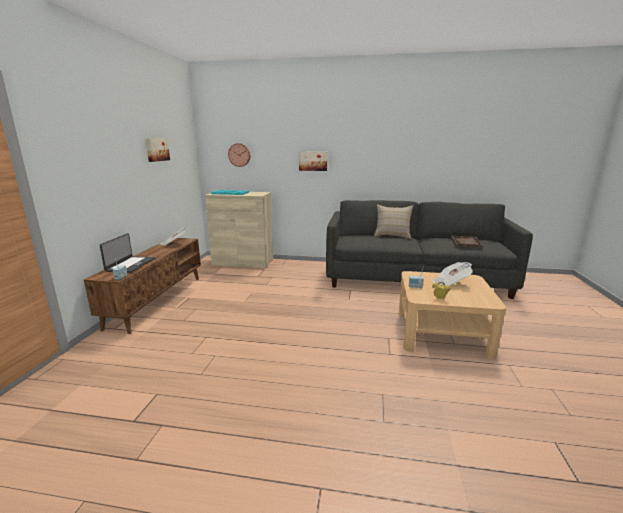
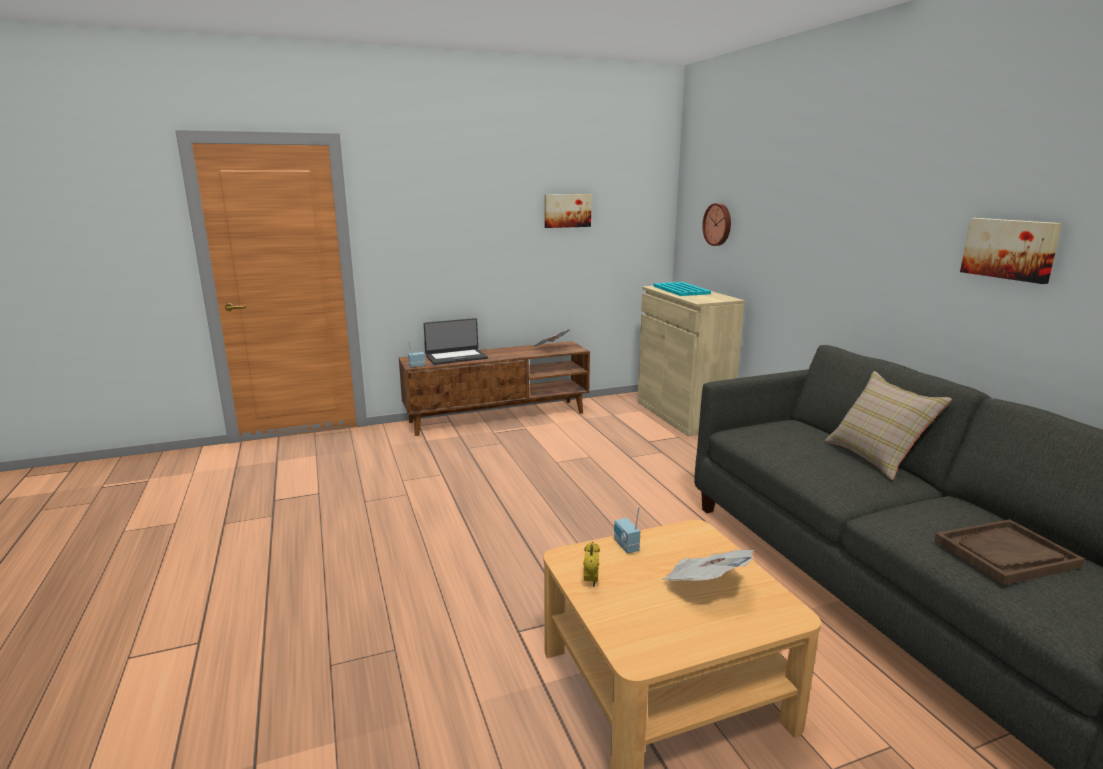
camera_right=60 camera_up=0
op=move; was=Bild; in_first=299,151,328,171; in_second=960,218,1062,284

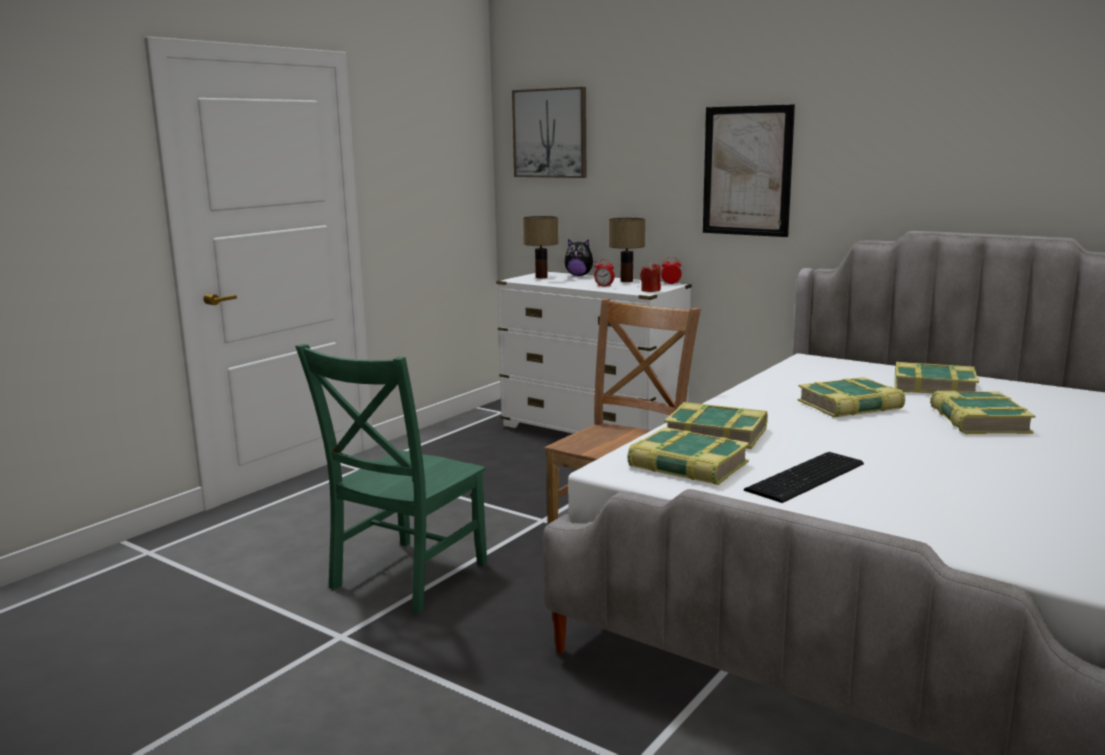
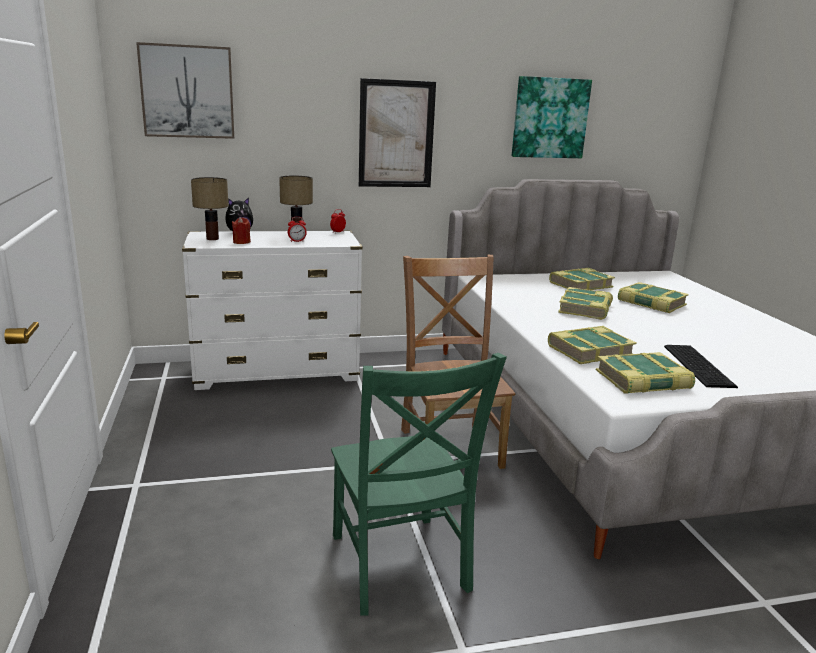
camera_right=-50 camera_up=5
op=move; was=Kerze/rot; in_first=640,263,661,292; in_second=232,217,251,244
op=insert; now=Bild; in_second=512,76,592,158

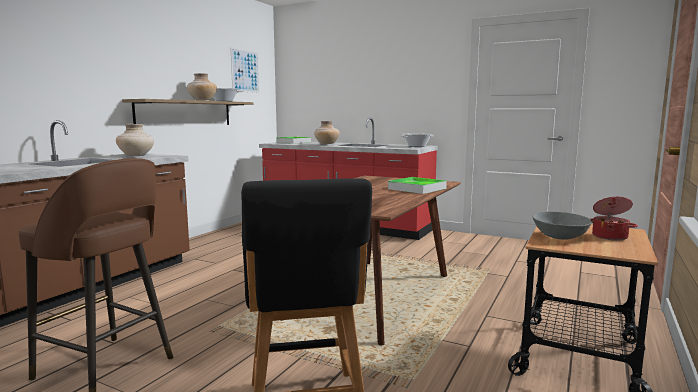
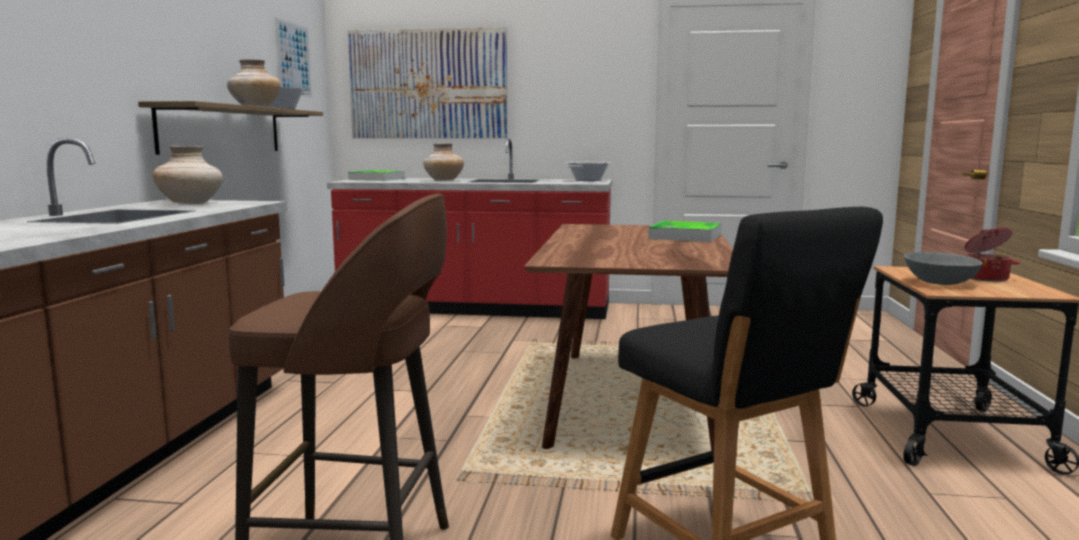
camera_right=-20 camera_up=0
op=insert; now=Bild; in_second=348,27,508,138

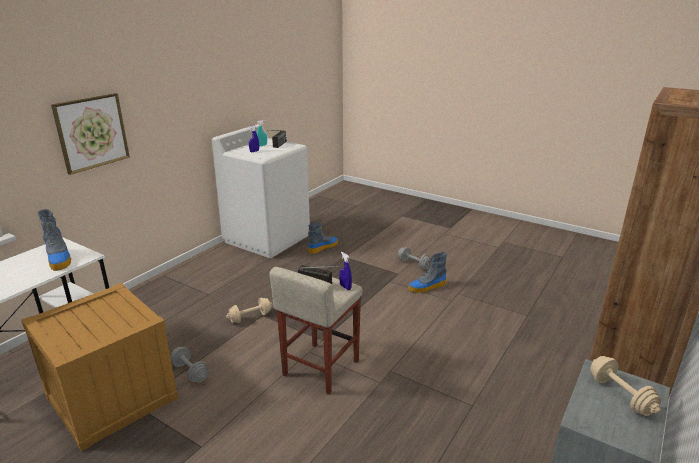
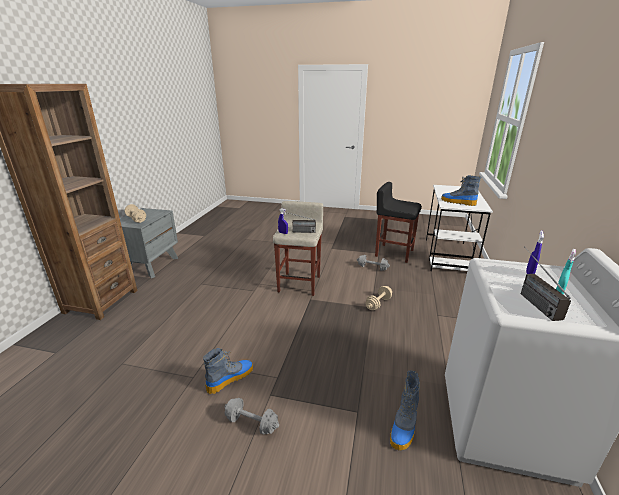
camera_right=160 camera_up=0
op=replace; was=Kiste; now=Hocker/schwarz; in_first=21,283,179,452; in_second=375,182,422,263
op=delete; was=Bild; in_first=51,93,130,175

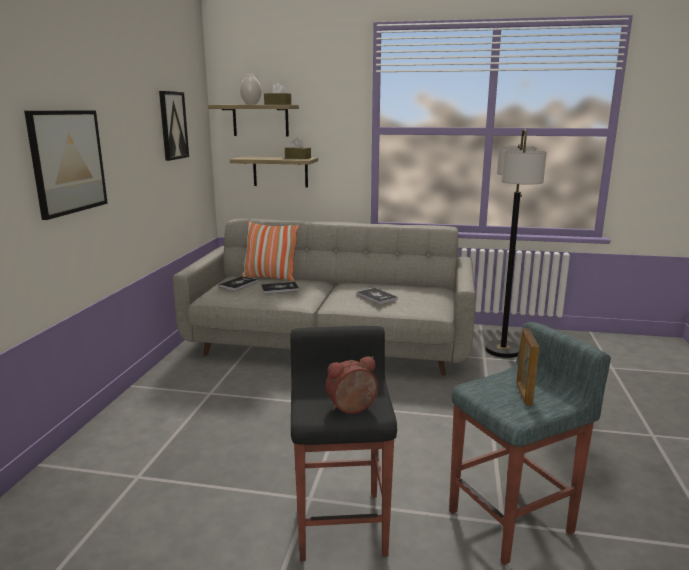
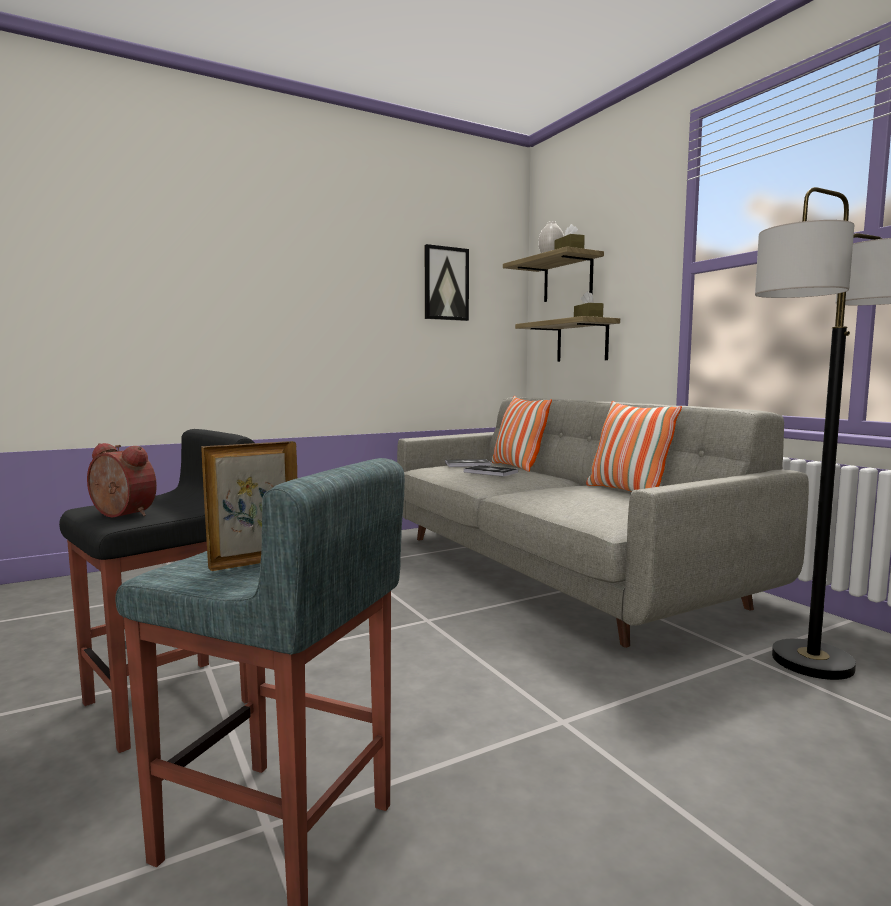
camera_right=50 camera_up=-10
op=delete; was=Bild; in_first=24,110,108,220
op=delete; was=Buch; in_first=356,288,398,304
op=insert; now=Kissen; in_second=586,401,682,492

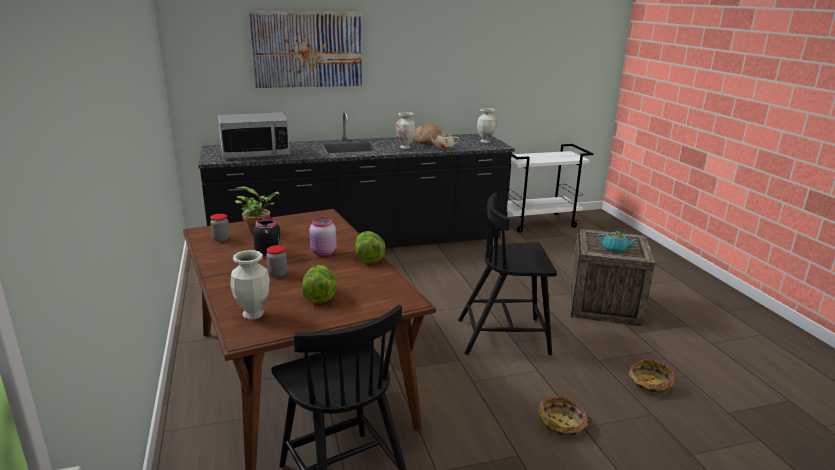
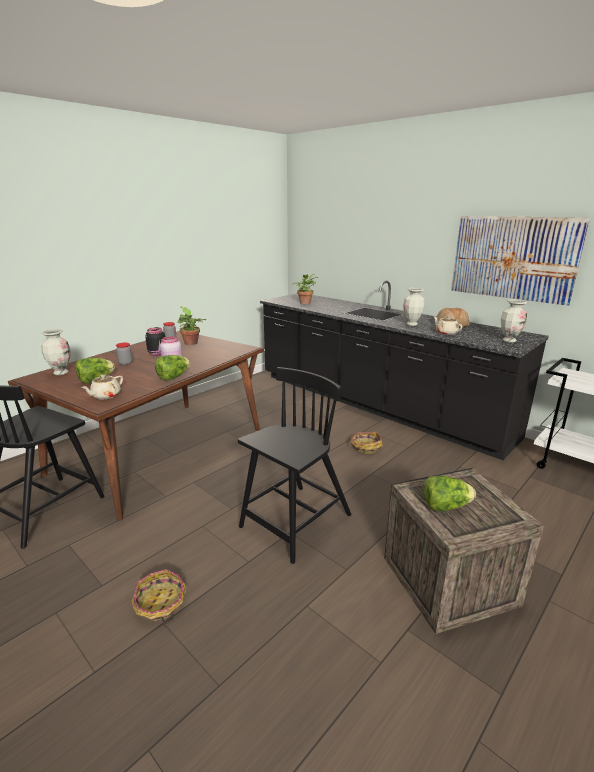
camera_right=60 camera_up=0
op=replace; was=Mikrowelle; now=Topfpflanze; in_first=218,113,290,159; in_second=293,274,318,304
op=move; was=Bild; in_first=249,11,362,88; in_second=451,216,590,306
op=rotate; was=Stuhl/schwarz; in_first=458,193,557,355; in_second=238,367,351,564; clockwise=75
op=replace; was=Teekanne/türkis; now=Salatkopf; in_first=597,231,639,252; in_second=424,475,476,511
op=move; was=Korb; in_first=629,358,674,395; in_second=347,432,383,454
op=insert; now=Teekanne/beige; in_second=81,374,123,399

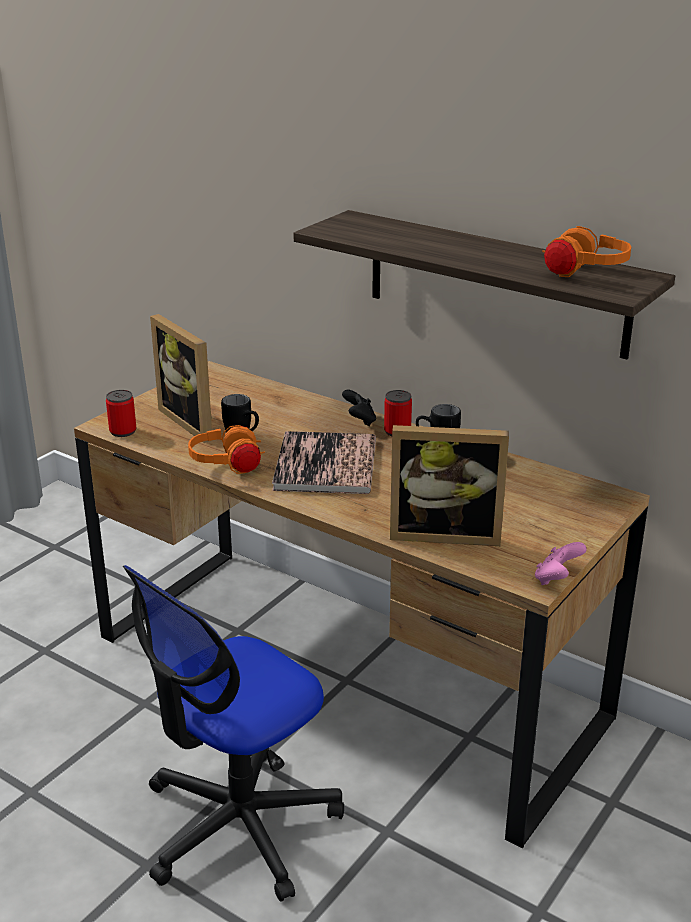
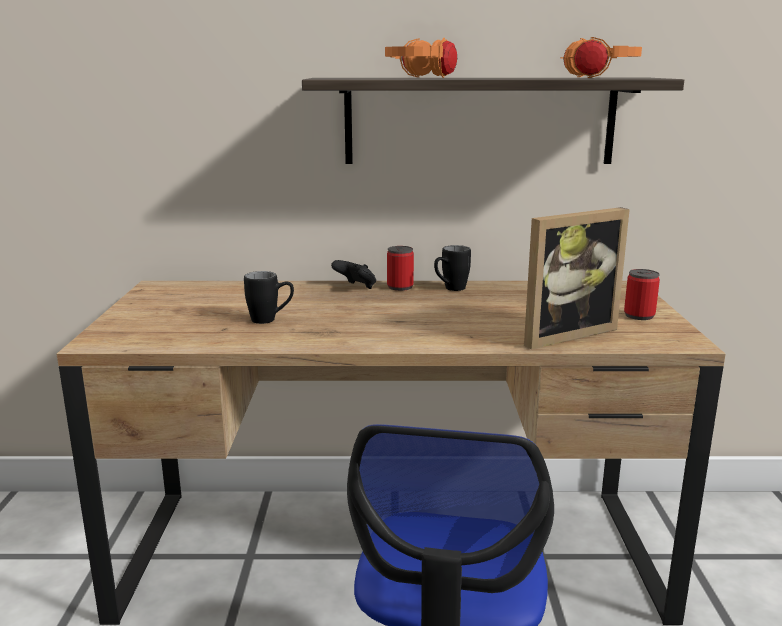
camera_right=-35 camera_up=-10
op=move; was=Dose; in_first=106,390,136,437; in_second=624,269,660,320
op=delete; was=Bilderrahmen; in_first=150,314,213,443
op=move; was=Kopfhörer/orange; in_first=188,425,265,474; in_second=385,38,457,78
op=delete; was=Buch; in_first=272,431,376,494
op=delete; was=Gamepad/rosa; in_first=535,542,587,585

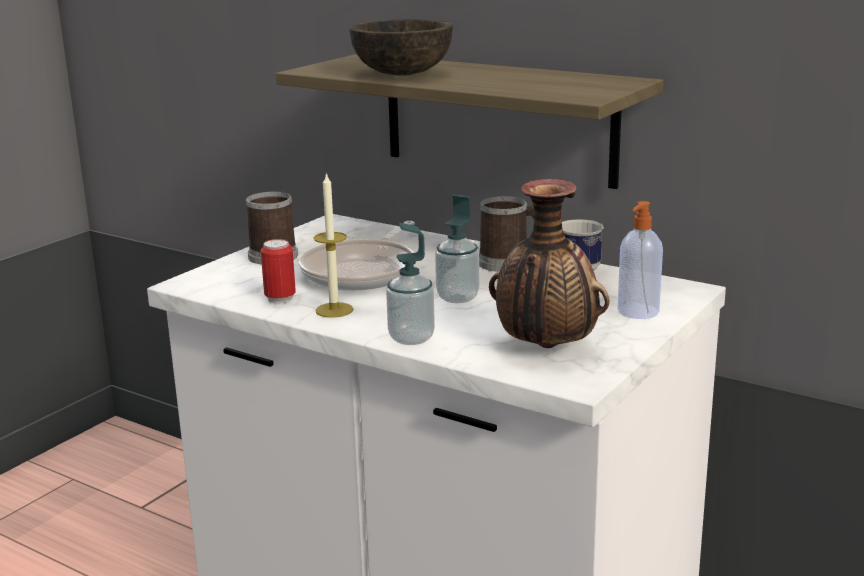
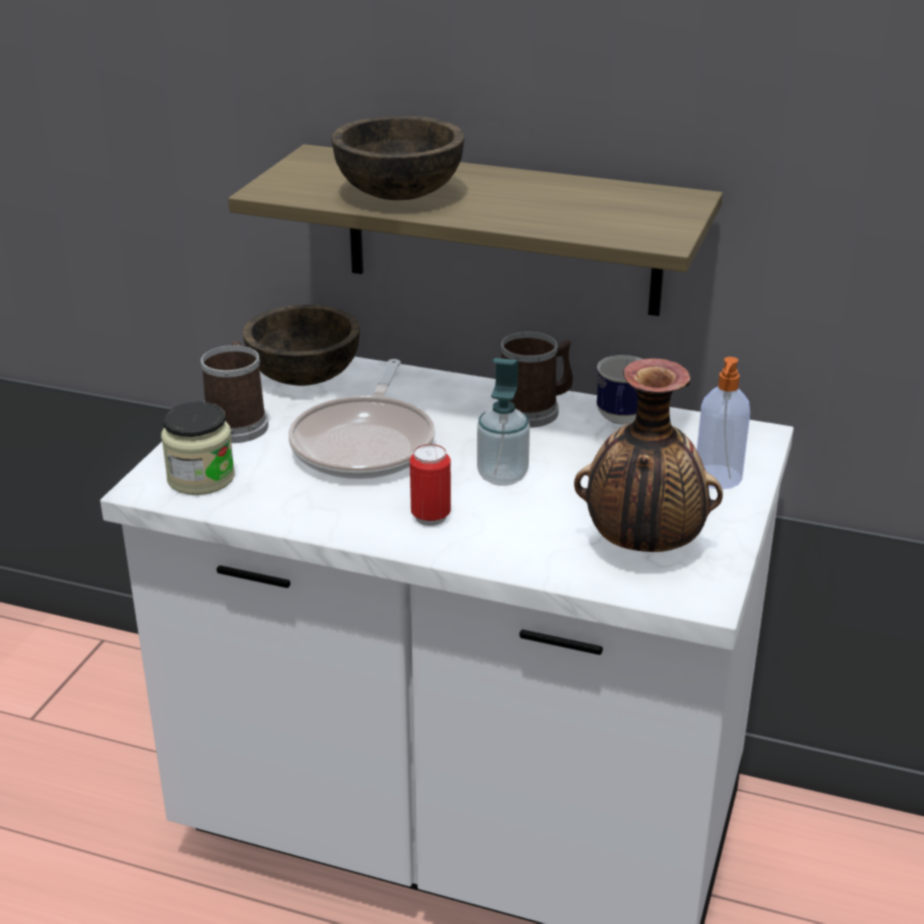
camera_right=-15 camera_up=10
op=move; was=Dose; in_first=261,239,296,304; in_second=410,444,451,526
op=delete; was=Kerze; in_first=314,172,353,318
op=delete; was=Seifenspender; in_first=386,223,435,345
op=insert; now=Vorratsglas; in_second=161,402,235,495
op=insert; now=Schüssel/braun; in_second=242,305,360,386

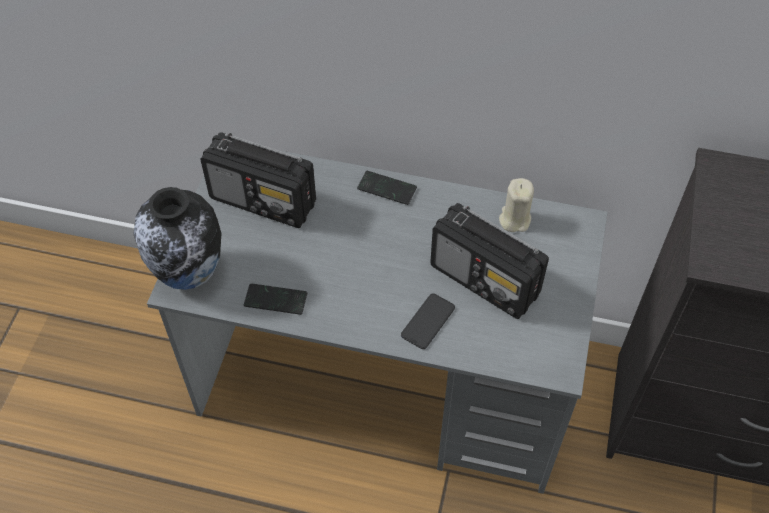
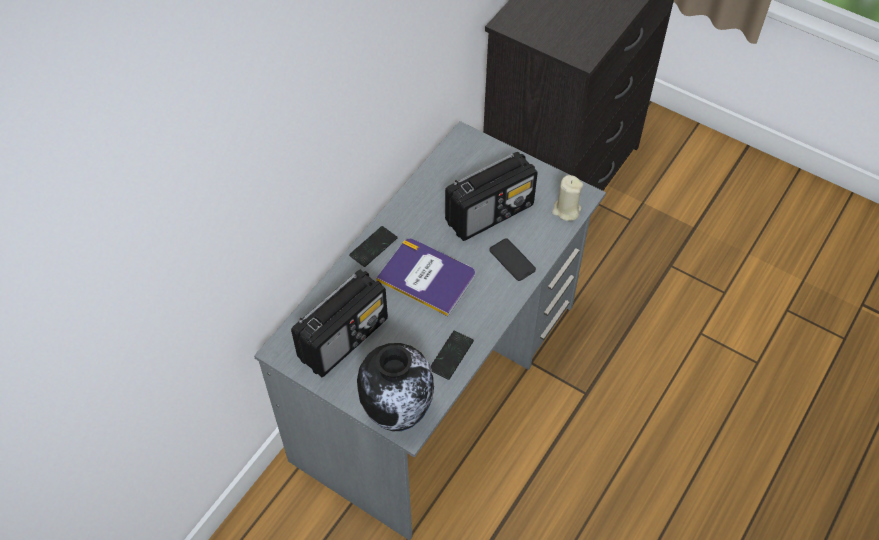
camera_right=-70 camera_up=0
op=move; was=Kerze/beige; in_first=499,178,534,232; in_second=552,175,583,221
op=insert; now=Buch; in_second=376,238,475,316

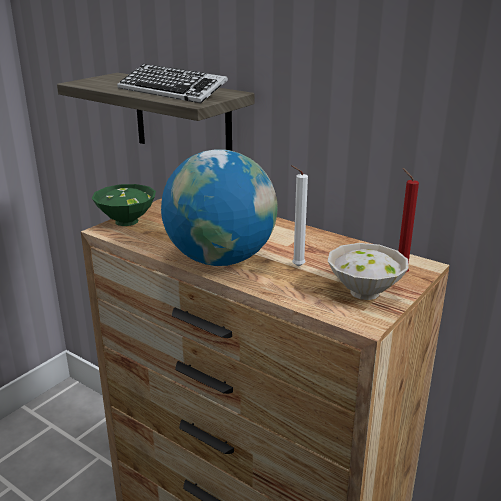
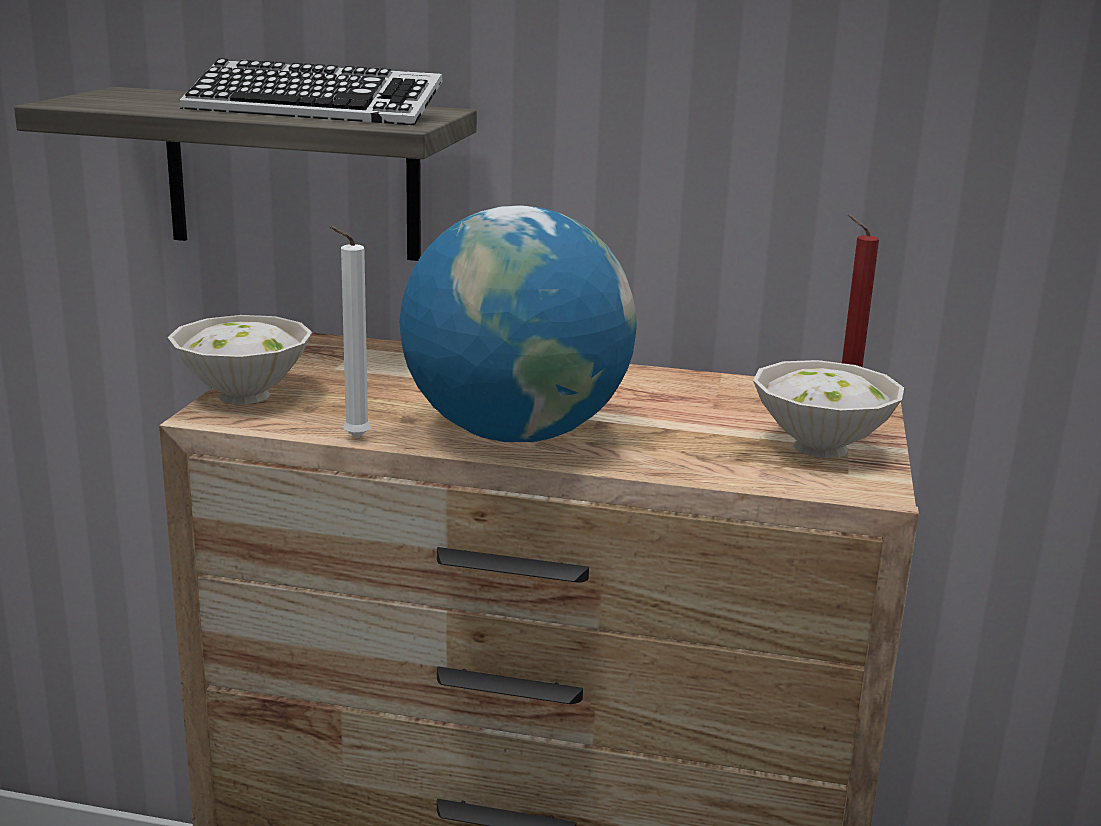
camera_right=-25 camera_up=-5
op=recolor; was=Schüssel/grün; now=Schüssel/weiß; in_first=92,184,156,226; in_second=168,315,312,404
op=move; was=Kerze/weiß; in_first=291,165,308,267; in_second=330,226,371,438

